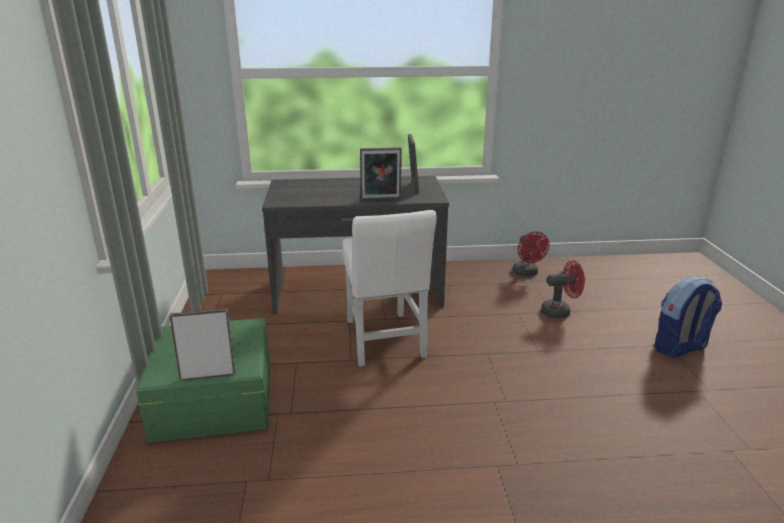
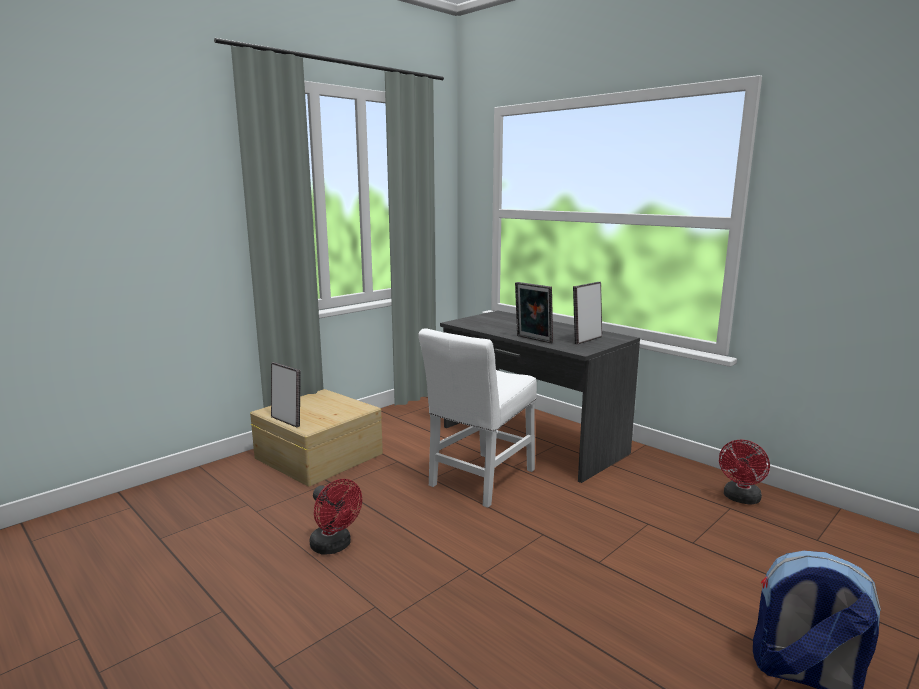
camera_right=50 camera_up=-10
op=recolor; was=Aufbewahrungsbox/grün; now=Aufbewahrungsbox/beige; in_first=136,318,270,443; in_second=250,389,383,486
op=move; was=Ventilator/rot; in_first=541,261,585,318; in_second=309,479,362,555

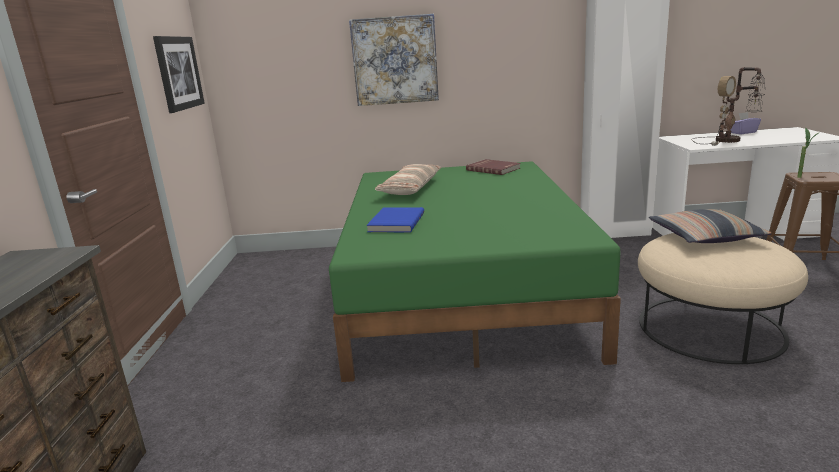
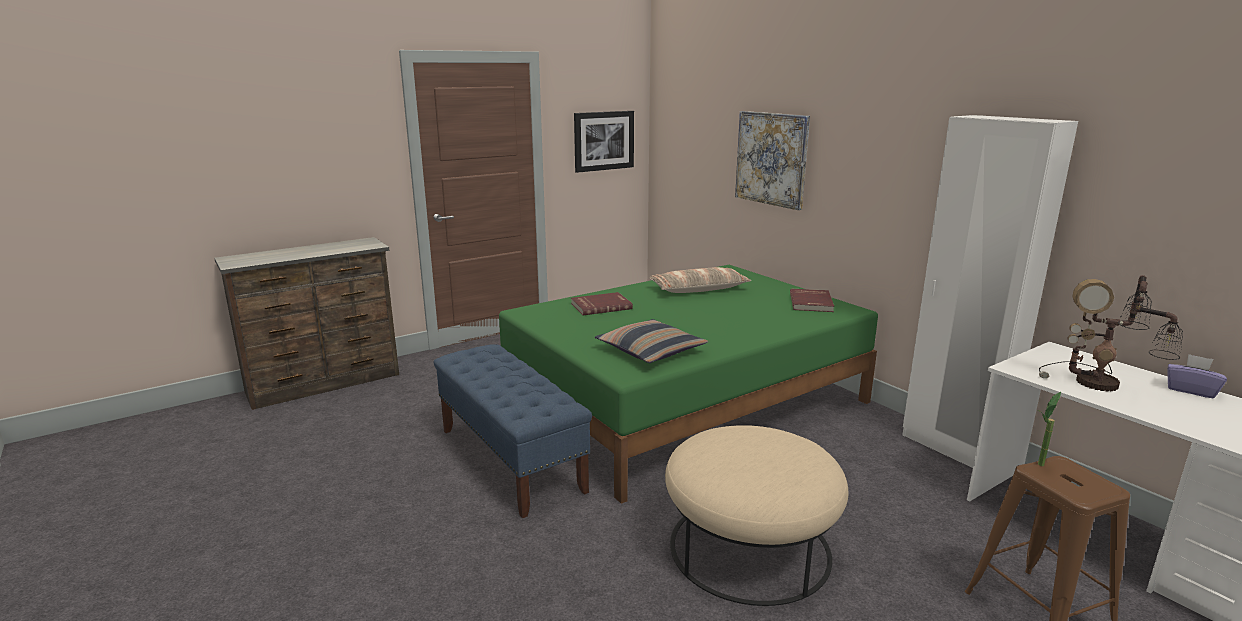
camera_right=55 camera_up=0
op=recolor; was=Buch/blau; now=Buch/rot; in_first=366,207,424,232; in_second=571,292,633,315
op=move; was=Kissen; in_first=649,209,772,243; in_second=595,319,708,363
op=insert; now=Bank/blau; in_second=434,344,592,518

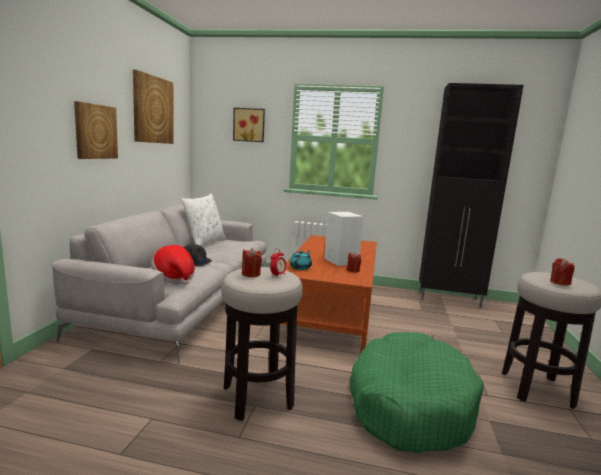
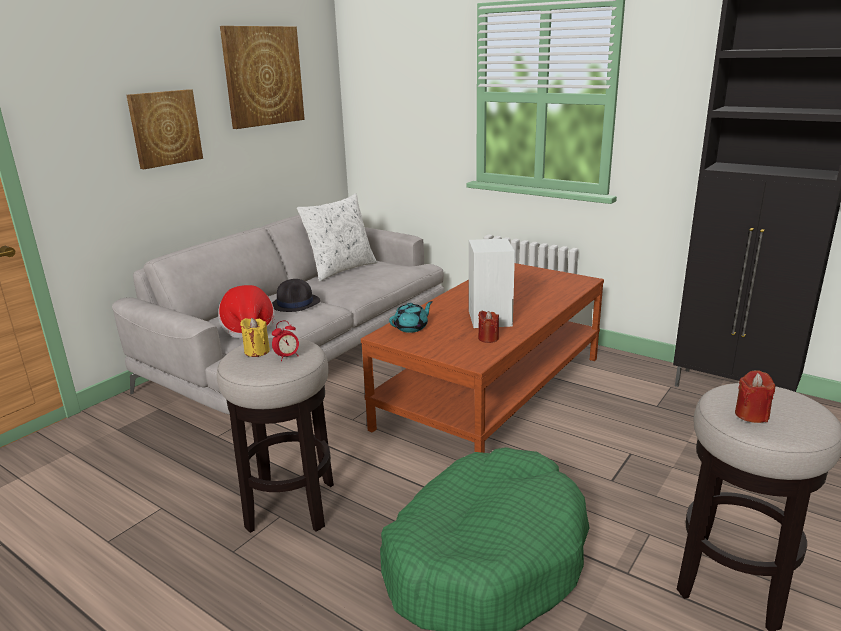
camera_right=25 camera_up=10
op=delete; was=Bild; in_first=233,108,265,142
op=recolor; was=Kerze/rot; now=Kerze/gelb; in_first=242,248,262,277; in_second=240,318,270,357

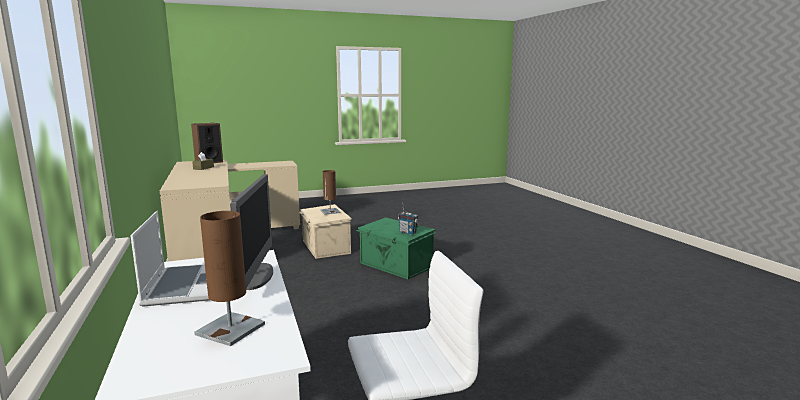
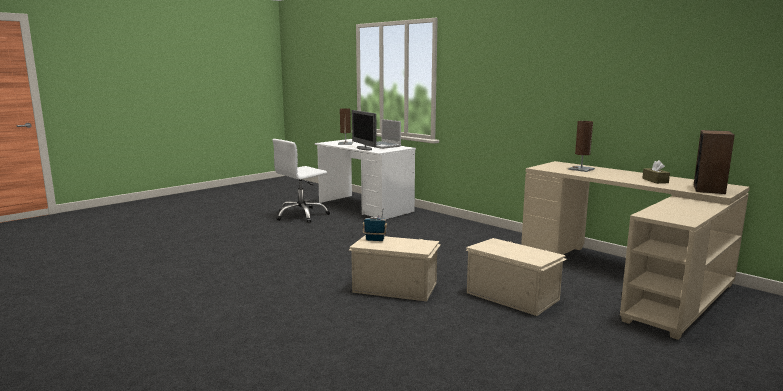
camera_right=155 camera_up=0
op=move; was=Tischlampe/braun; in_first=320,170,341,215; in_second=568,121,595,172
op=recolor; was=Aufbewahrungsbox/grün; now=Aufbewahrungsbox/beige; in_first=356,218,436,279; in_second=349,235,441,301

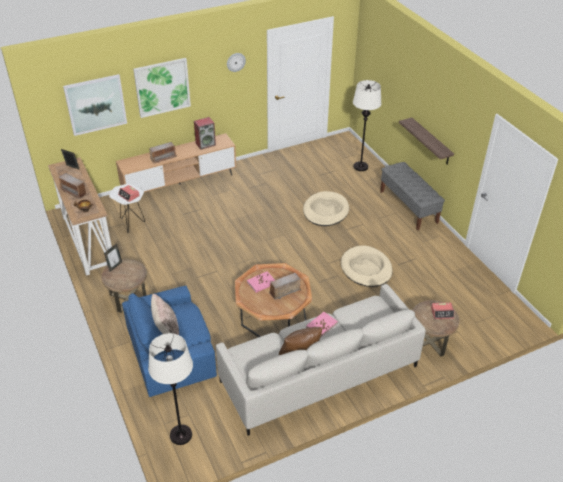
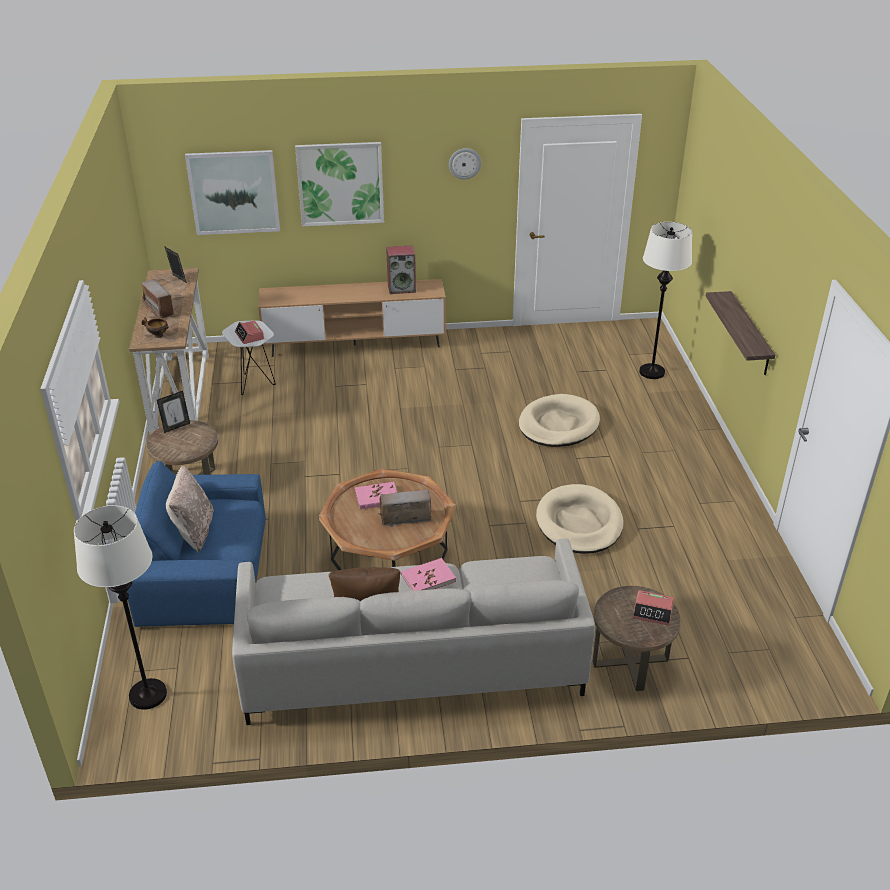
camera_right=20 camera_up=-5
op=delete; was=Radio; in_first=149,142,177,163
op=delete; was=Bank/grau; in_first=380,162,445,230

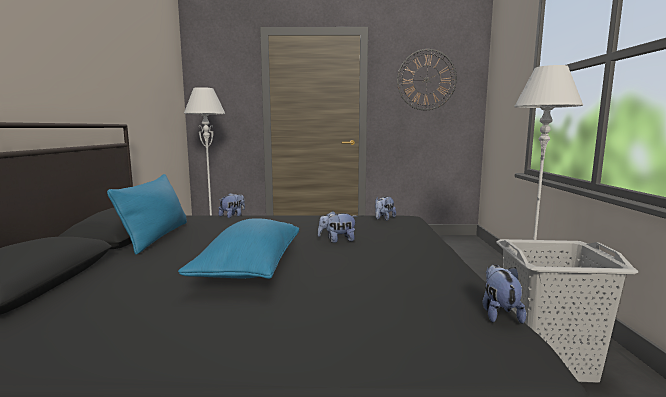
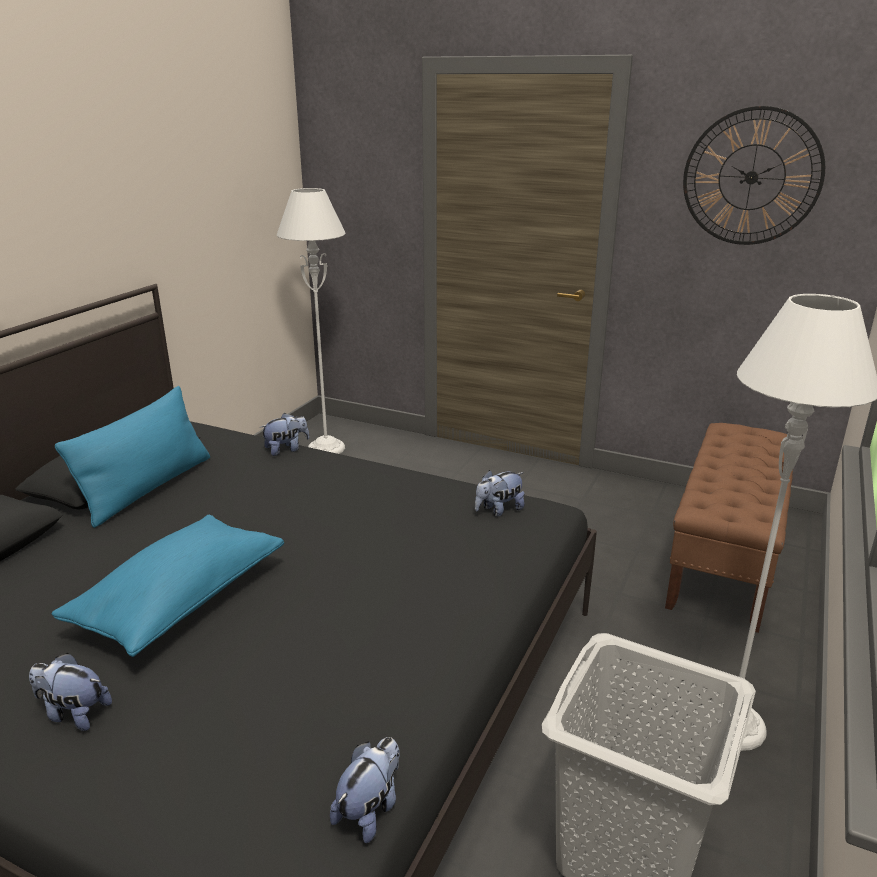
camera_right=25 camera_up=15
op=move; was=Plüschtier; in_first=318,211,357,243; in_second=29,653,112,731
op=insert; now=Bank/braun; in_second=665,423,793,633

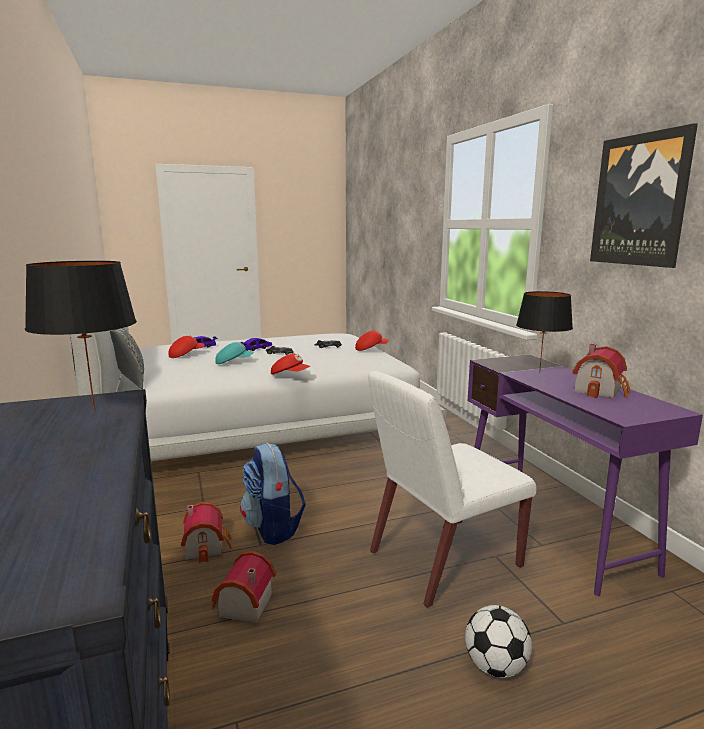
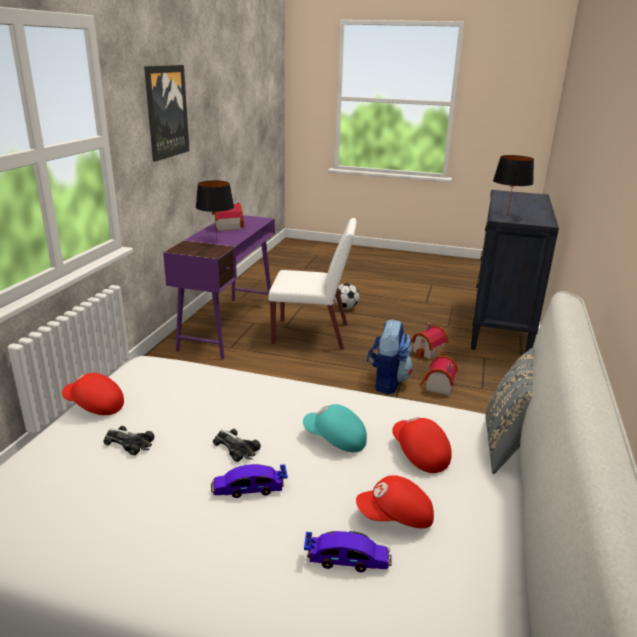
camera_right=-145 camera_up=10
op=move; was=Kappe/rot; in_first=271,354,310,375; in_second=392,417,452,473

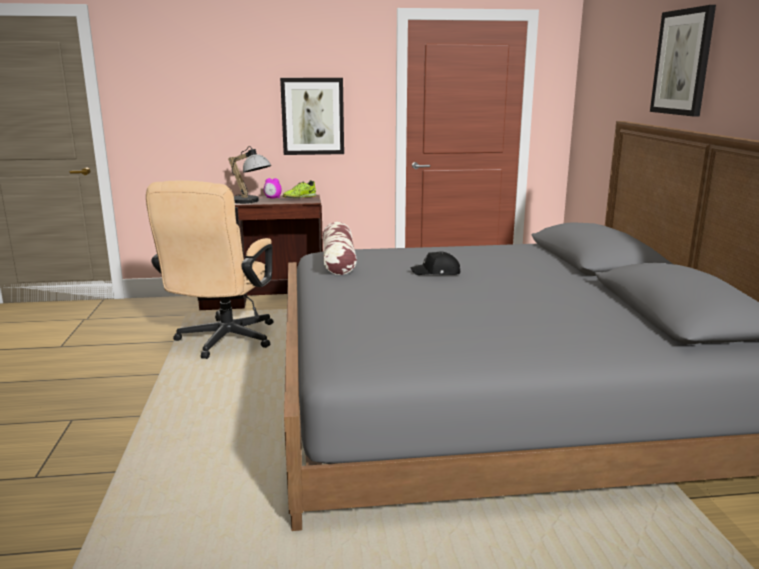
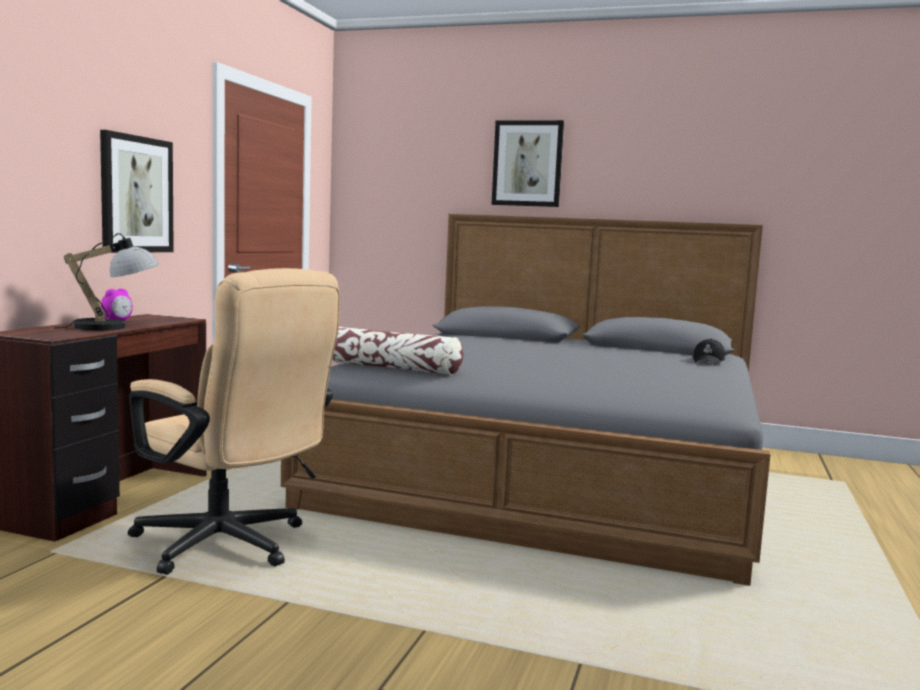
camera_right=-65 camera_up=-10
op=delete; was=Schuh; in_first=283,180,316,198
op=move; was=Kappe/schwarz; in_first=410,251,460,275; in_second=693,339,725,365

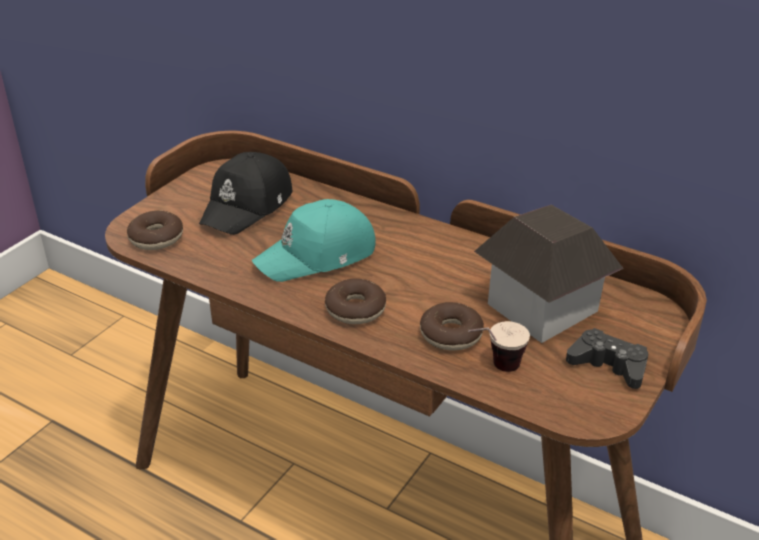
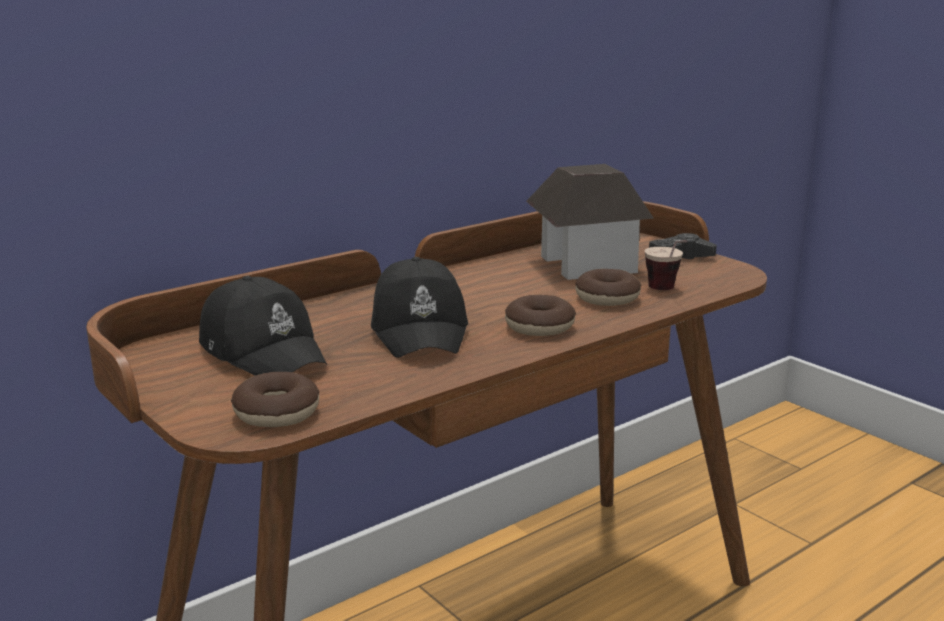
camera_right=-70 camera_up=-15
op=recolor; was=Kappe/türkis; now=Kappe/schwarz; in_first=252,199,376,282; in_second=371,257,468,358

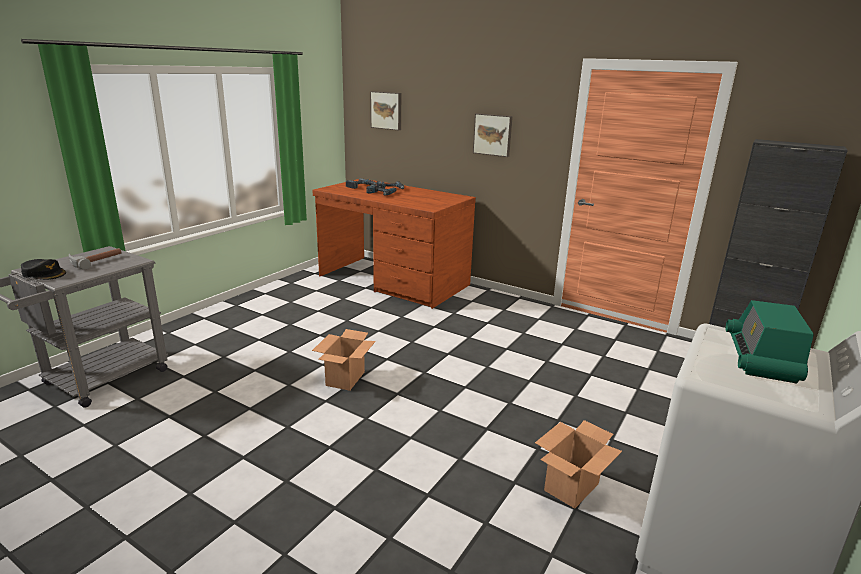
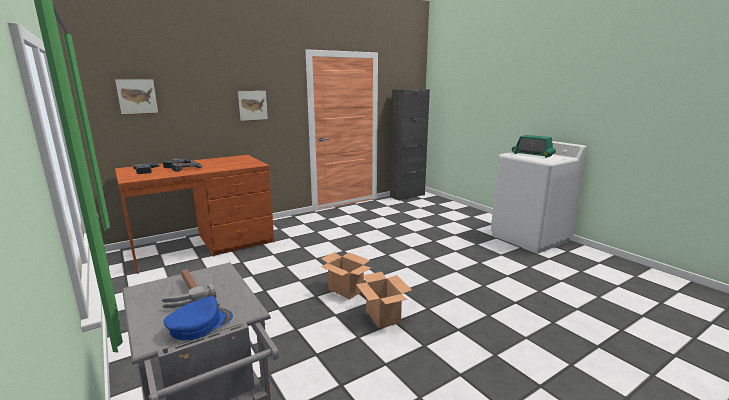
camera_right=-65 camera_up=-5
op=recolor; was=Kappe/schwarz; now=Kappe/blau; in_first=21,259,66,280; in_second=163,296,233,340
op=move; was=Karton; in_first=535,420,622,509; in_second=356,272,412,329

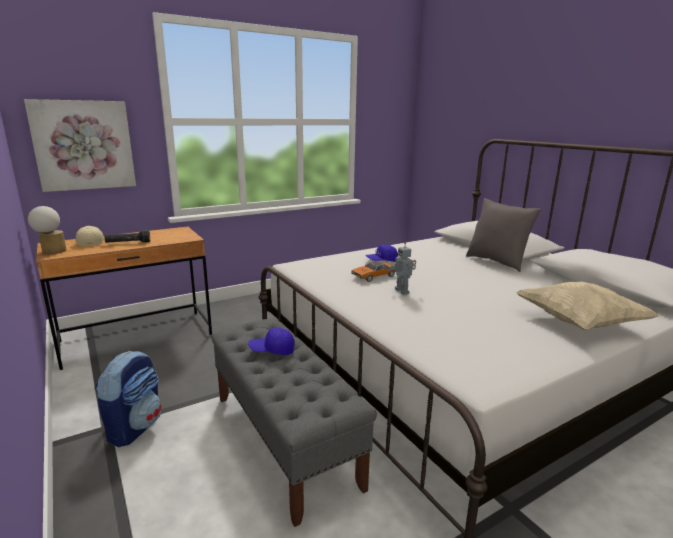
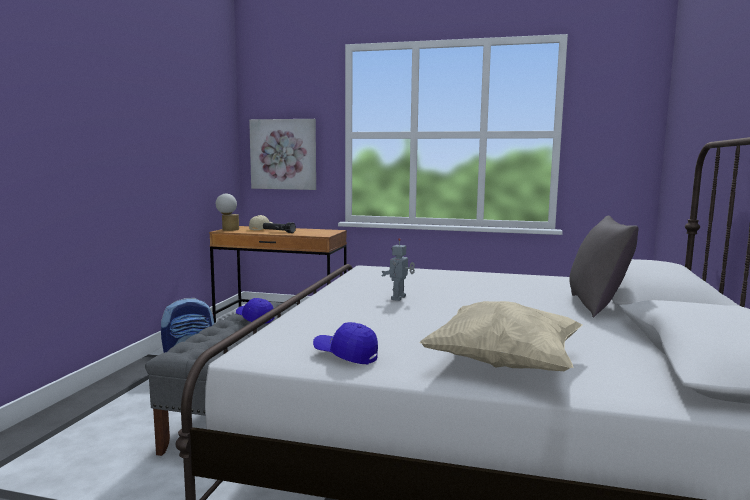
camera_right=45 camera_up=-10
op=delete; was=Spielzeugauto; in_first=351,261,395,282
op=move; was=Kappe/blau; in_first=365,245,398,262; in_second=313,322,378,364

